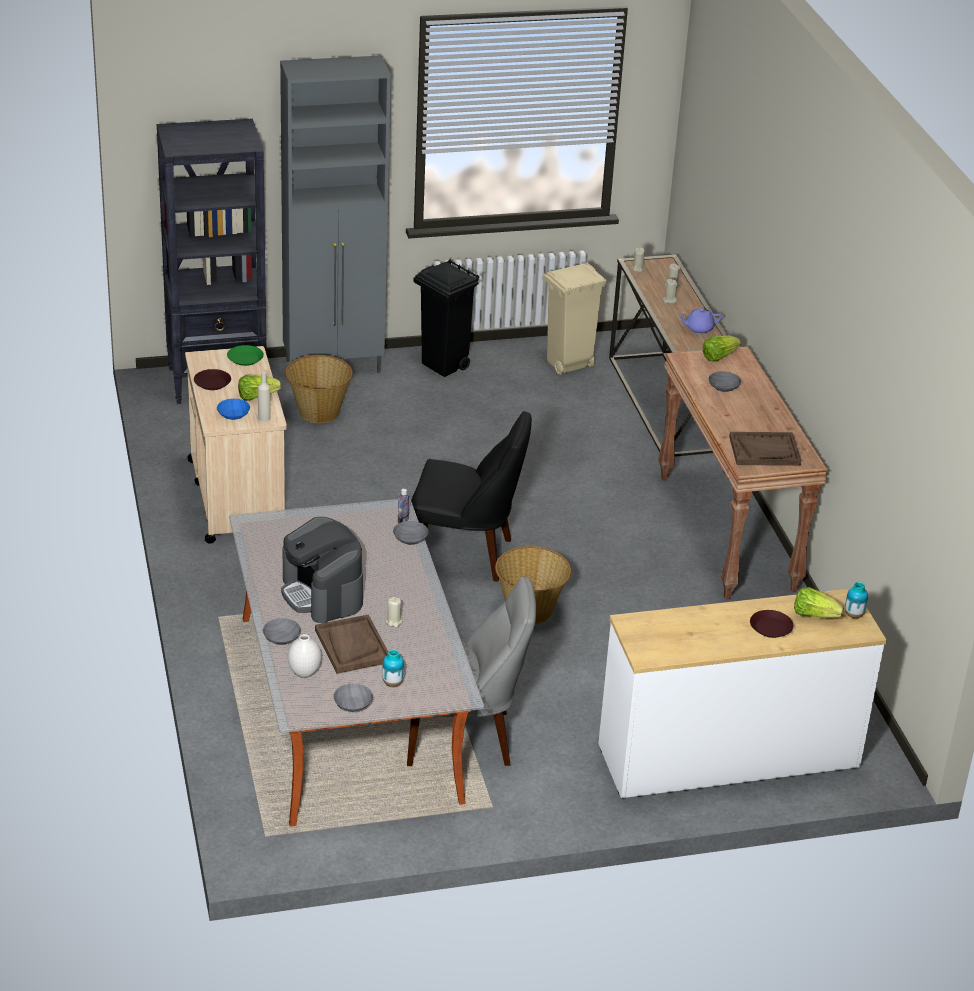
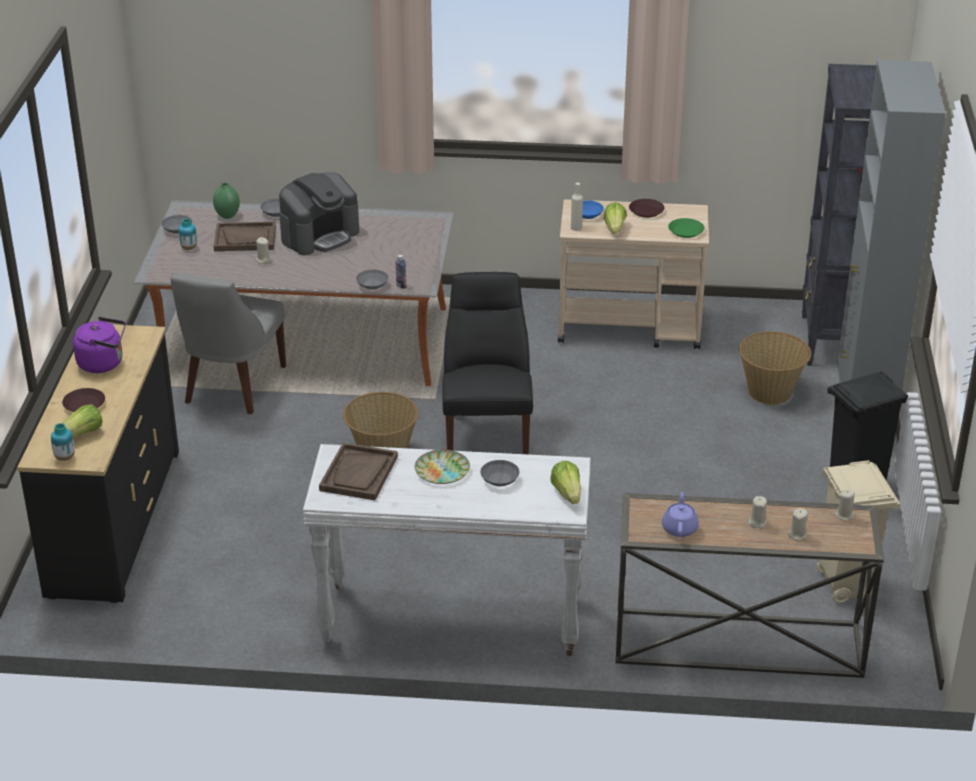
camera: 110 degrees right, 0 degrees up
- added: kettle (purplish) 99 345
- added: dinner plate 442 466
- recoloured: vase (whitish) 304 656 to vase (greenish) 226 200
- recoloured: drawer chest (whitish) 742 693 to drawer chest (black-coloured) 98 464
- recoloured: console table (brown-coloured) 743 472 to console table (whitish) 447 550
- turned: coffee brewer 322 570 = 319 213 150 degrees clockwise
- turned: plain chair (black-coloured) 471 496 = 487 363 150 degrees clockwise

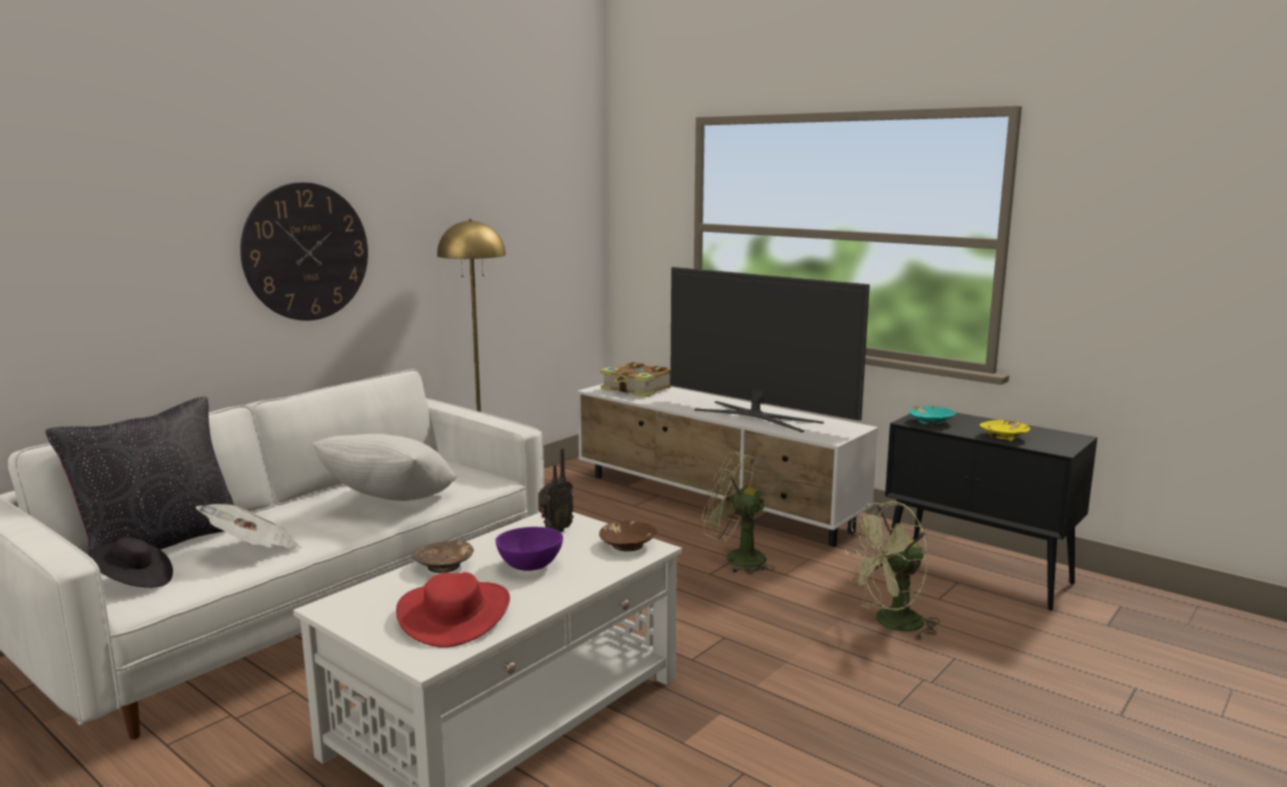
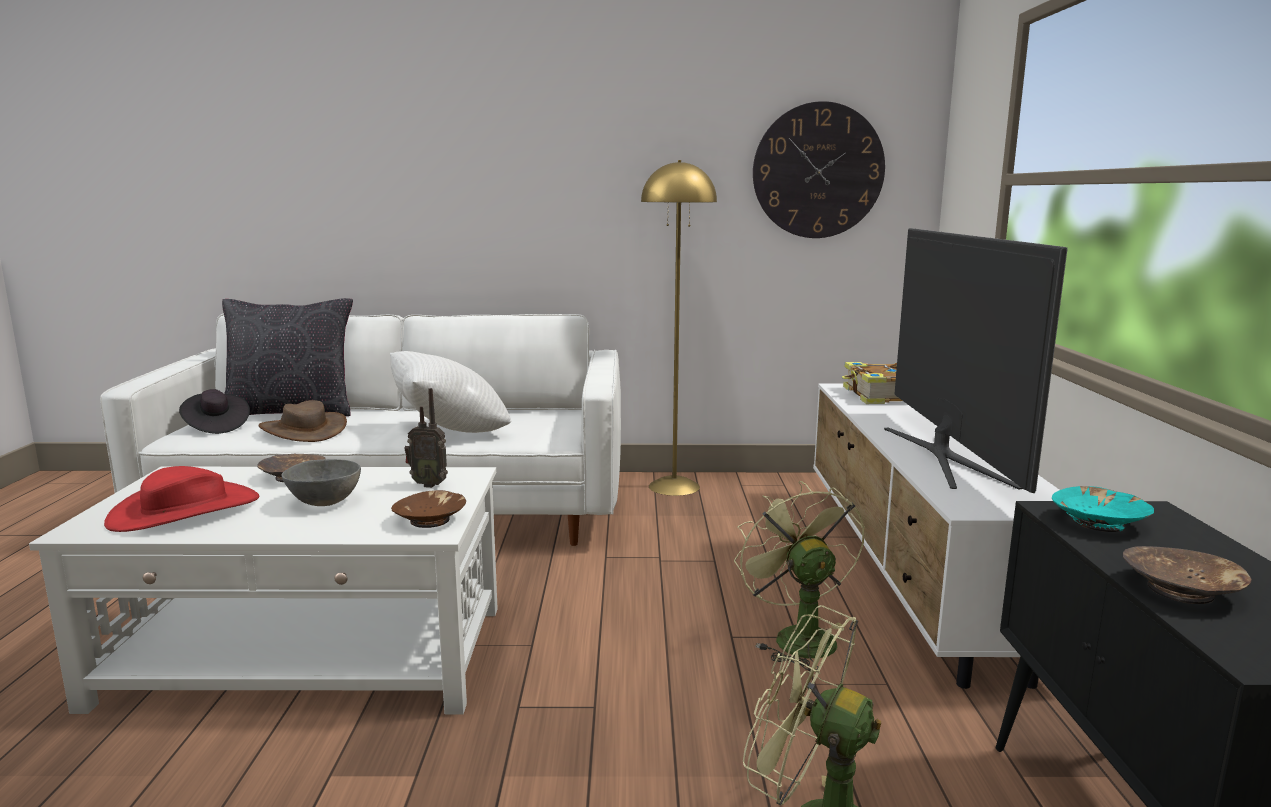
camera: 50 degrees right, 0 degrees up
- moved: clock on the wall 304 251 to 819 169
- replaced: daily paper 249 526 to clothing hat (brown-coloured) 303 421
- recoloured: deep dish (purplish) 529 549 to deep dish (grey) 321 482
- recoloured: deep dish (yellow-coloured) 1005 430 to deep dish (brown-coloured) 1187 575

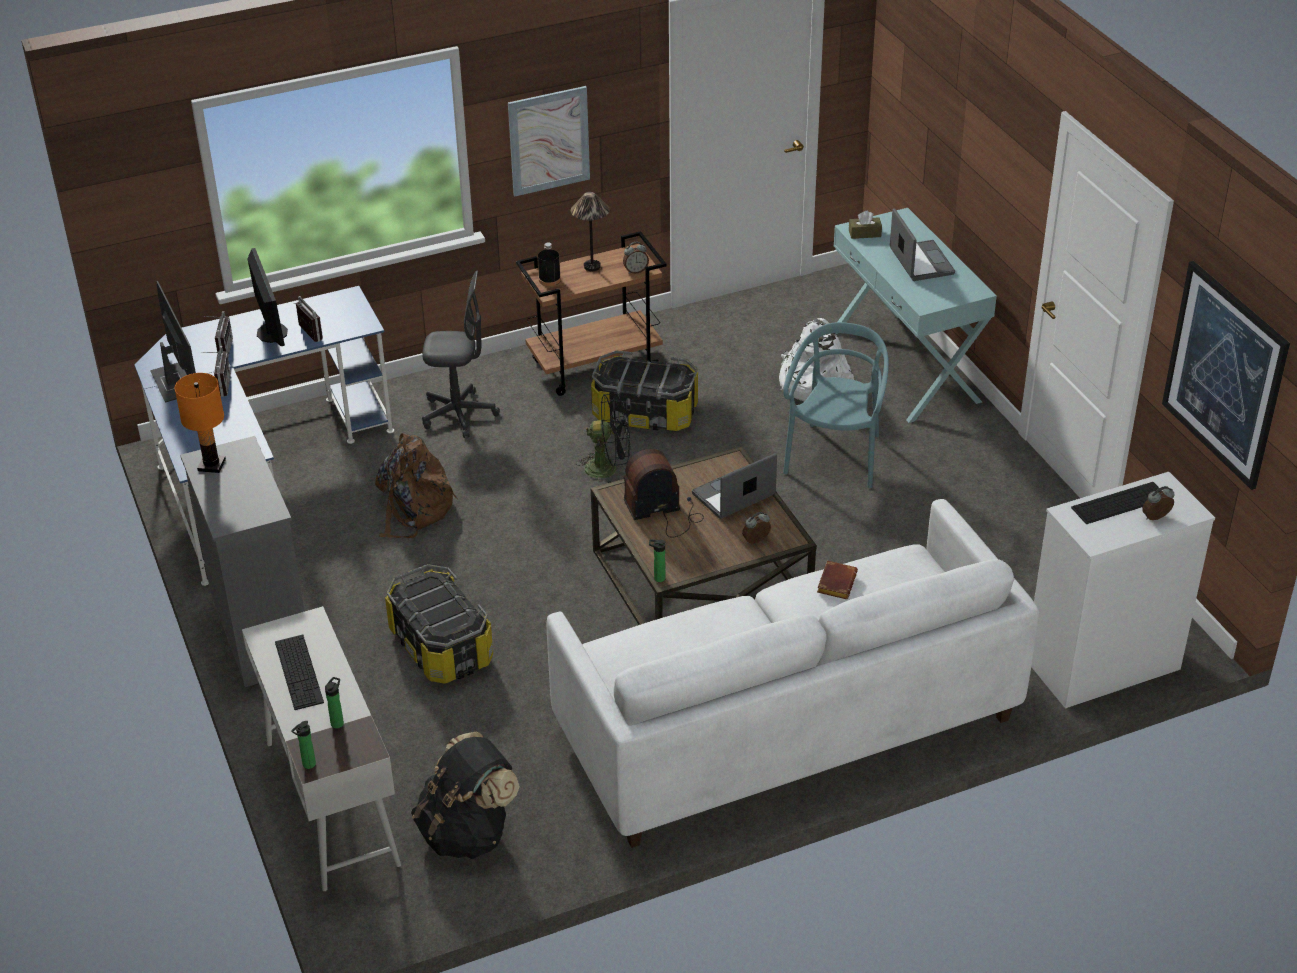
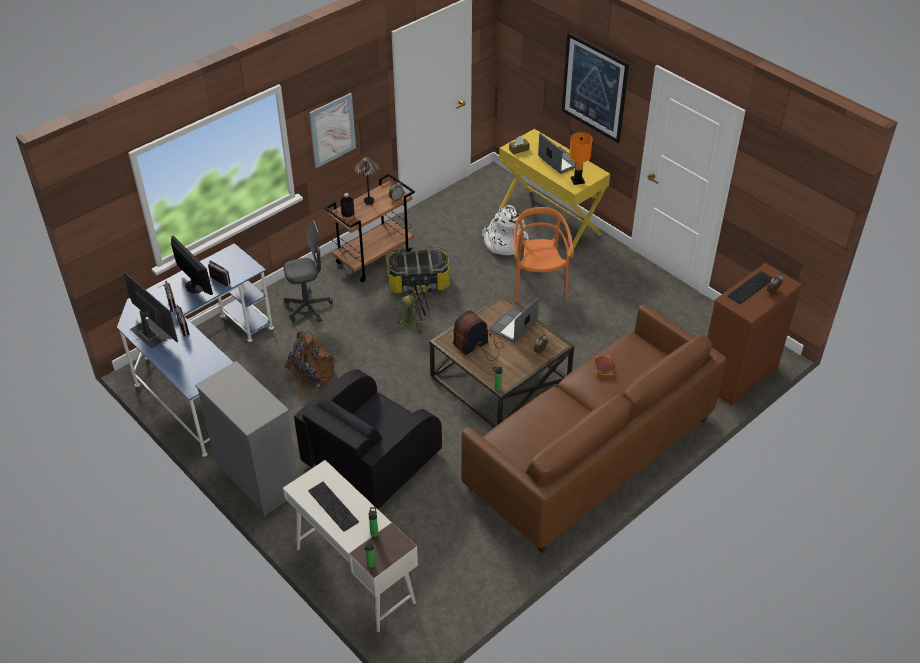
camera: 20 degrees left, 5 degrees up
- removed: knapsack (black-coloured) 465 795
- moved: table lamp (orange-coloured) 200 423 to 581 158
- moved: wall picture 1226 375 to 595 87
- replaced: storage container 439 624 to easy chair (black-coloured) 368 439
- recoloured: sofa (whitish) 792 673 to sofa (brown-coloured) 594 428
- recoloured: plain chair (turquoise) 836 405 to plain chair (orange-coloured) 544 254
- recoloured: console table (turquoise) 915 315 to console table (yellow-coloured) 554 192
- recoloured: drawer chest (whitish) 1123 590 to drawer chest (brown-coloured) 754 334

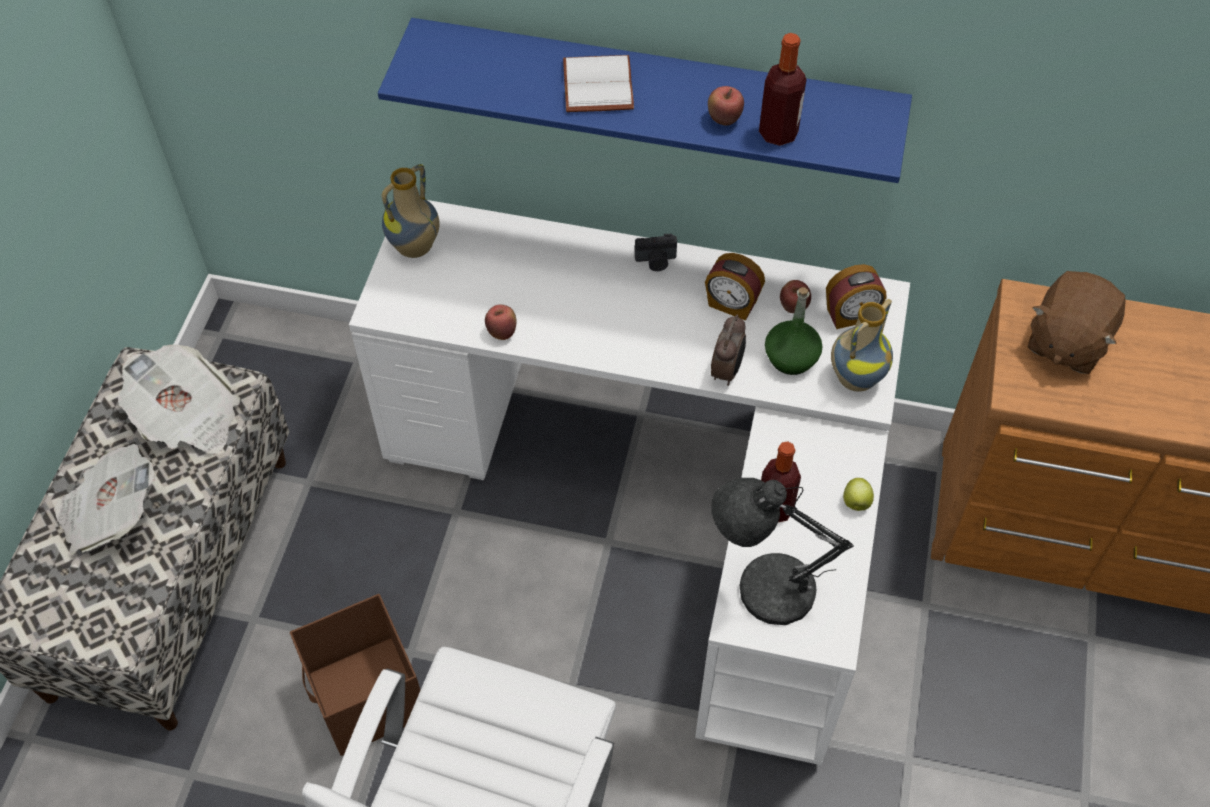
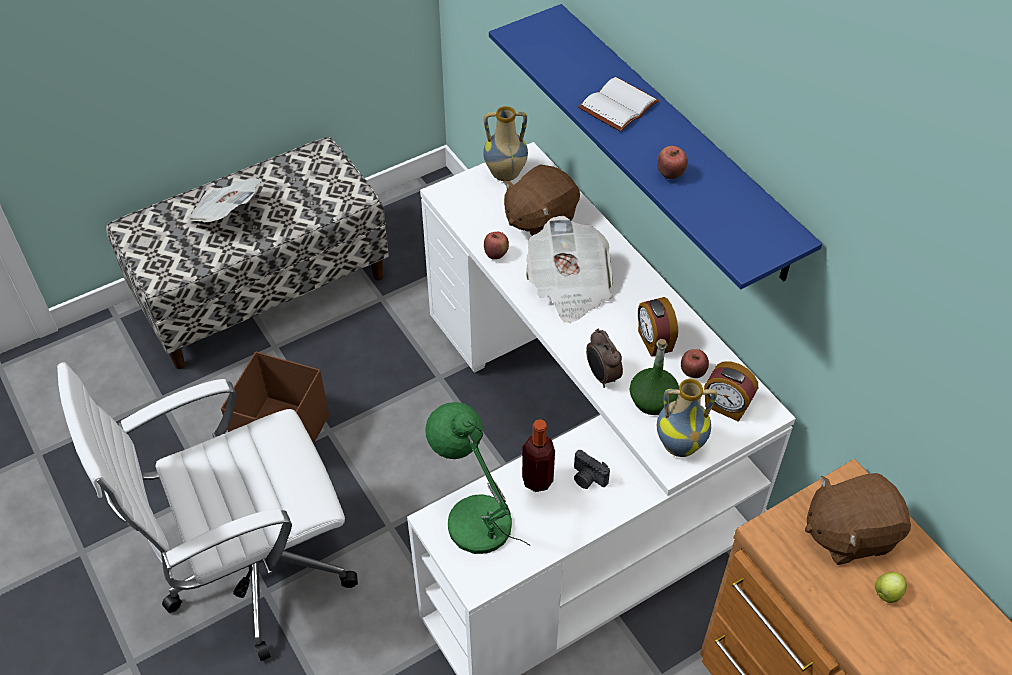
camera: 45 degrees right, 5 degrees down
- removed: drink bottle 783 89
- added: cuddly toy (brown-coloured) 541 200
- moved: daily paper 179 399 to 569 269
- moved: still camera 656 252 to 592 469
- moved: apple 858 494 to 891 587
- recoloured: table lamp (grey) 782 551 to table lamp (greenish) 478 478
- turned: alarm clock 728 350 = 604 358 90 degrees clockwise

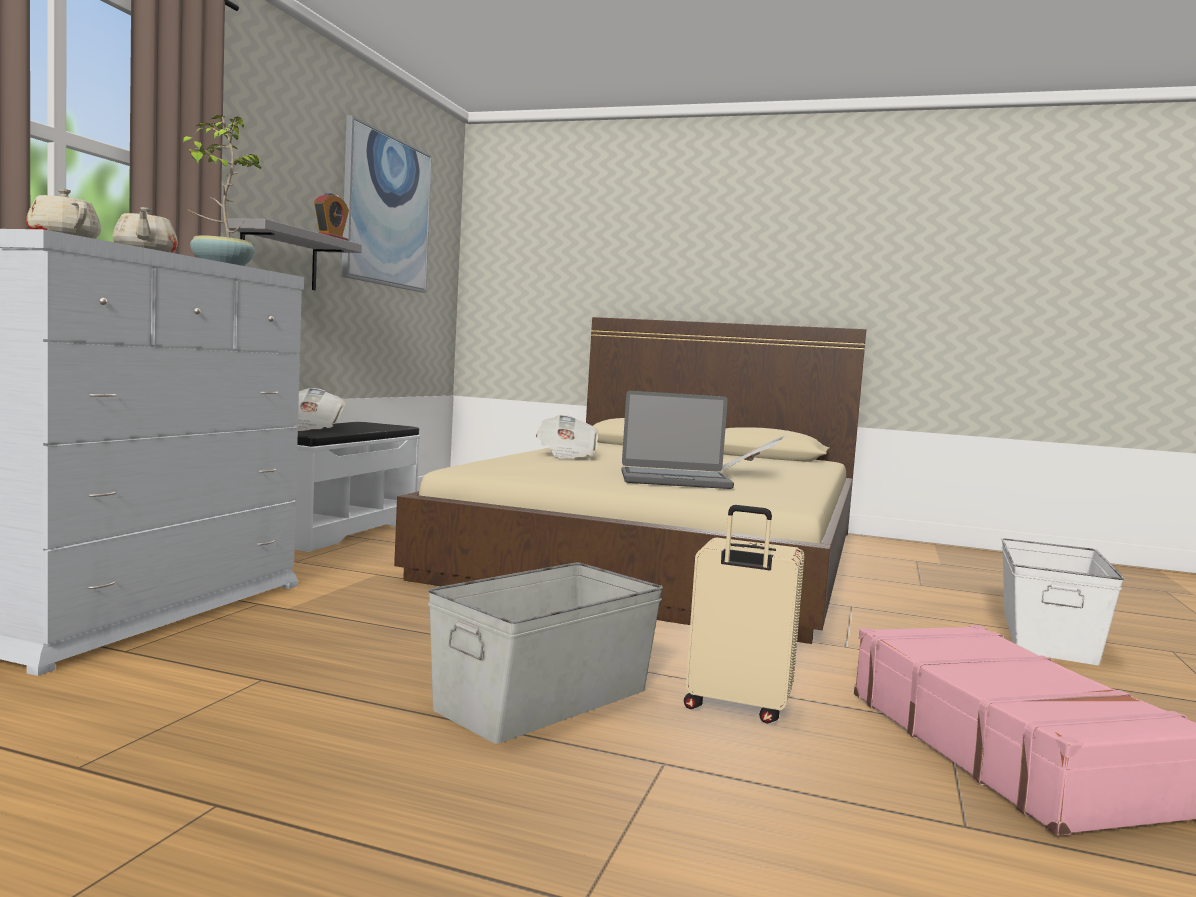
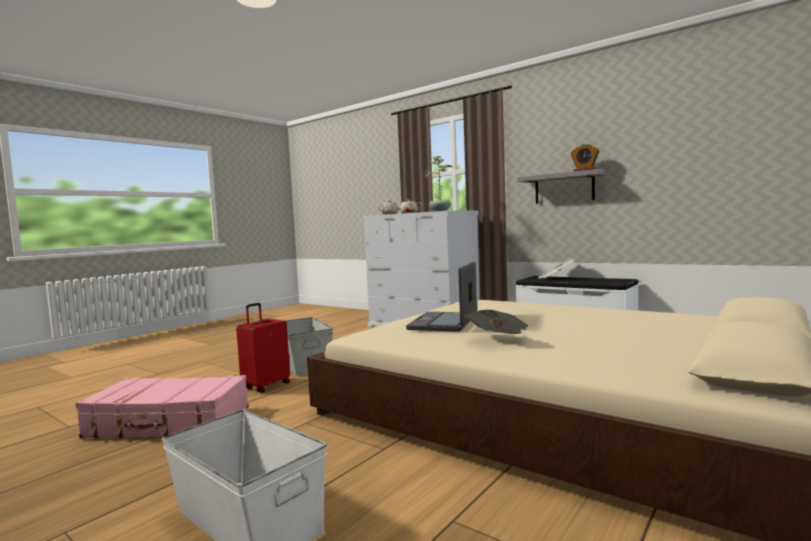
camera: 110 degrees right, 0 degrees up
- removed: wall picture 386 204
- removed: daily paper 567 437
- recoloured: travel case (beige) 744 614 to travel case (red-coloured) 263 348

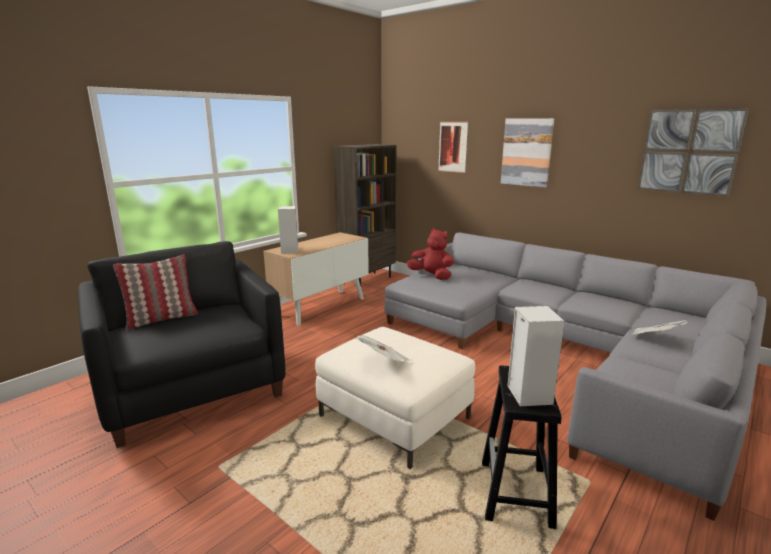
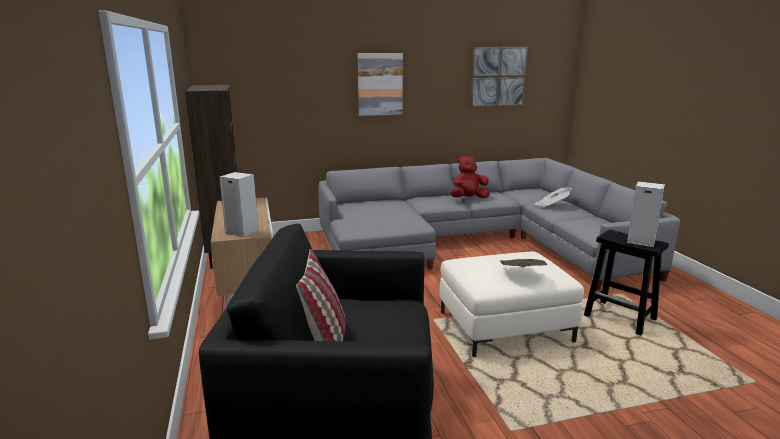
camera: 55 degrees left, 0 degrees up
- removed: wall picture 453 147
- moved: cuddly toy (red-coloured) 430 254 to 470 176

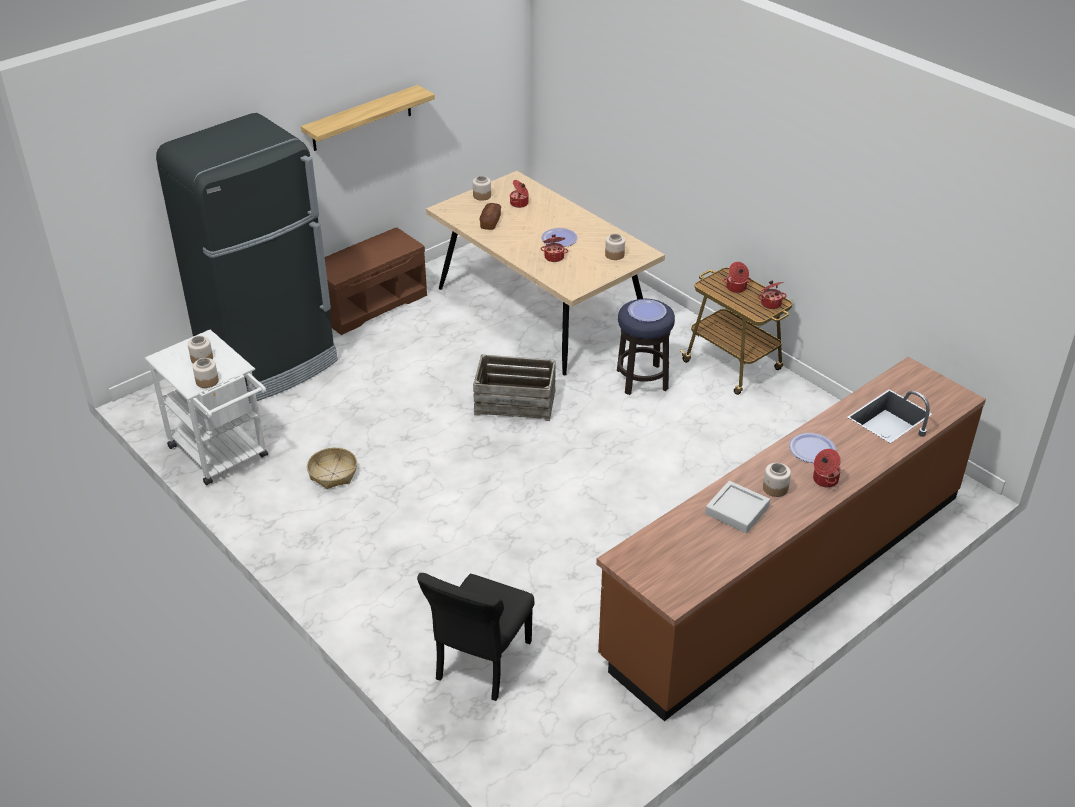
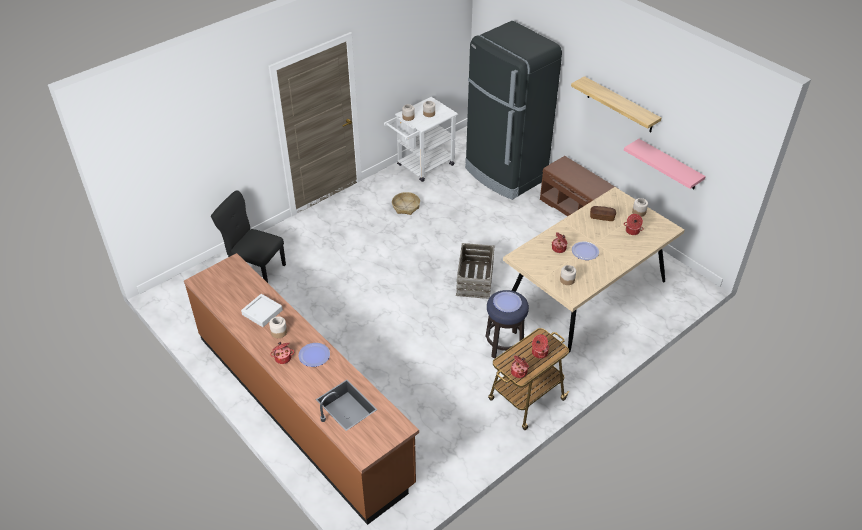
camera: 90 degrees right, 5 degrees up
- added: wall shelf (pinkish) 665 164

